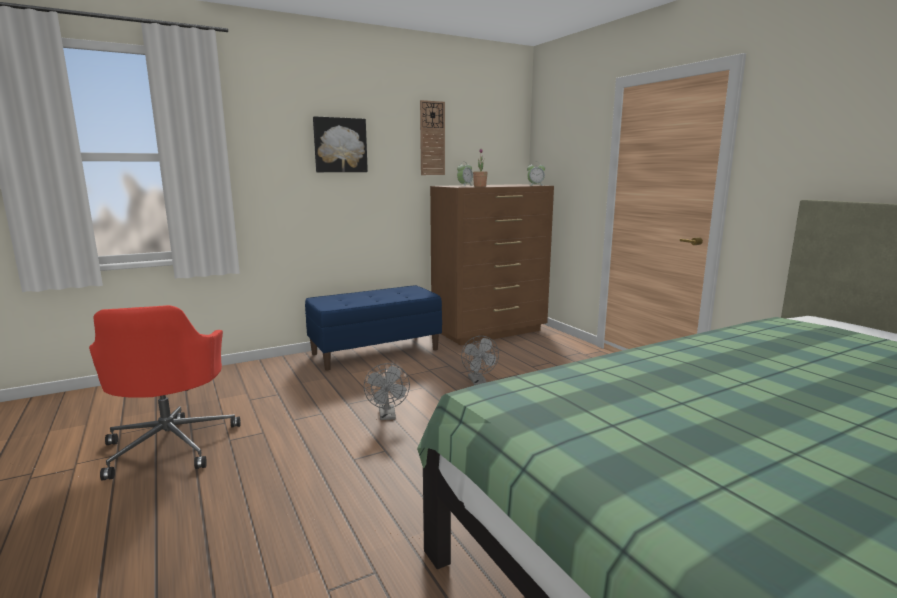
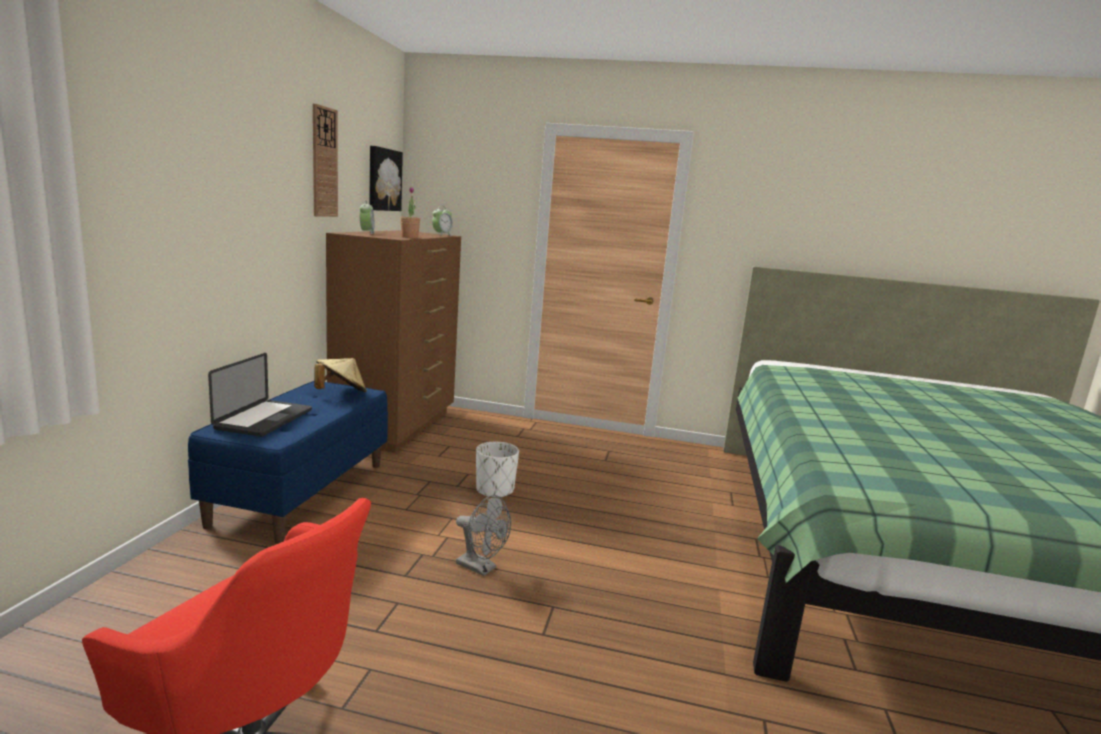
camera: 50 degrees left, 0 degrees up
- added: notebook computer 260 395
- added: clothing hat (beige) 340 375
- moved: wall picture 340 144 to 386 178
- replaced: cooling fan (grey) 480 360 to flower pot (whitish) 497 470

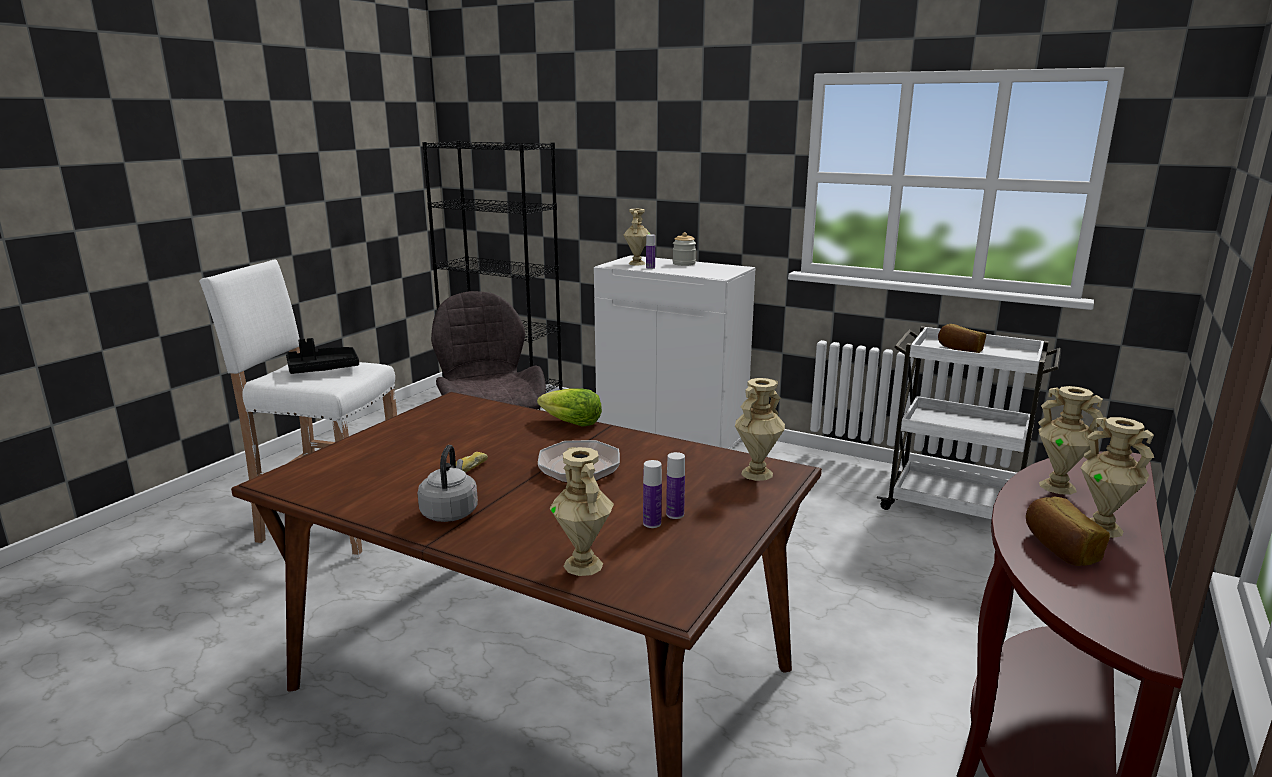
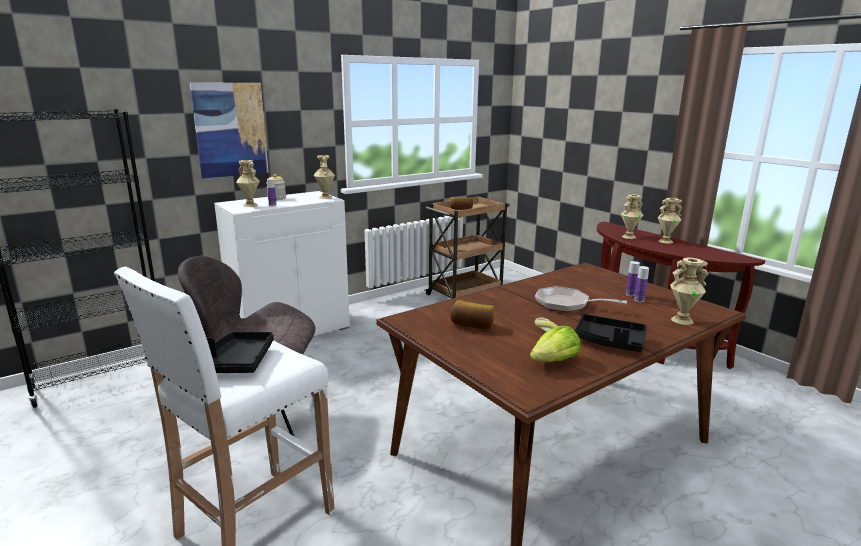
camera: 65 degrees left, 0 degrees up
- added: wall picture 229 130
- moved: head of lettuce 569 407 to 555 344
- moved: vase (beige) 760 429 to 324 177
- moved: bread 1068 531 to 472 314
- replaced: kettle (grey) 447 483 to carrying tray (black-coloured) 611 333
- recoloured: cart (whitish) 969 422 to cart (brown-coloured) 467 247

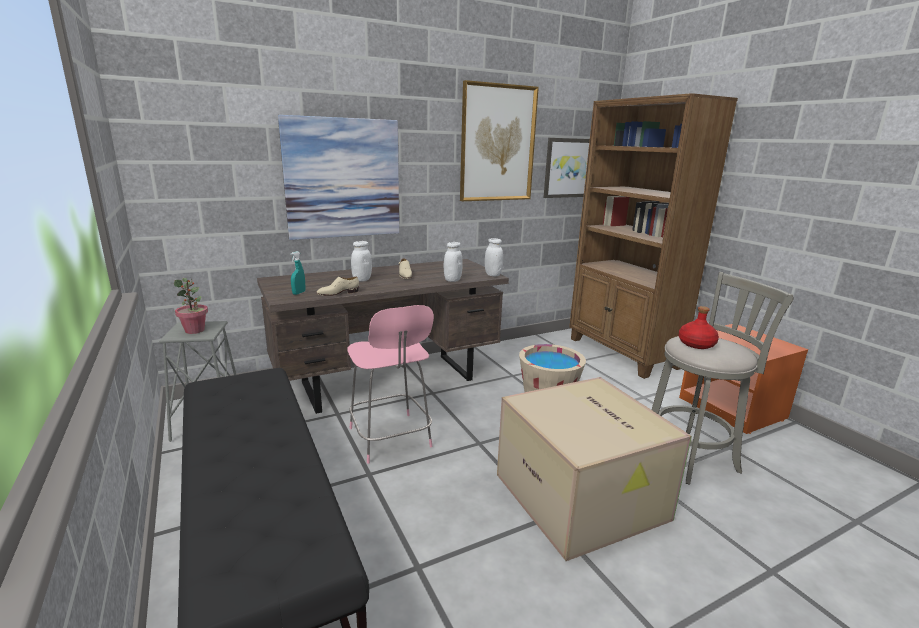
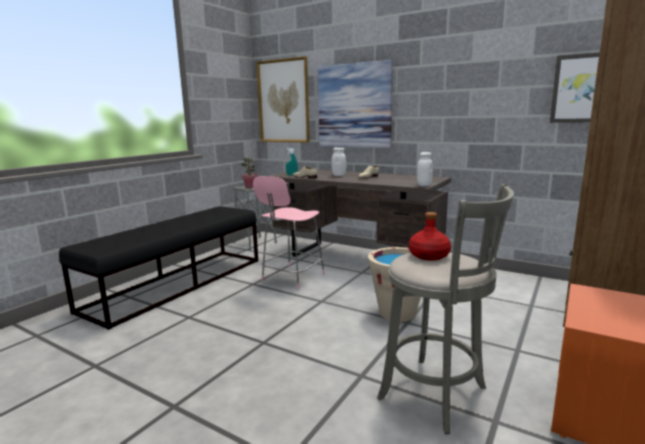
camera: 60 degrees right, 5 degrees down
- removed: storage jar (whitish) 453 262
- removed: cardboard box 594 469
- moved: wall picture 499 140 to 283 99

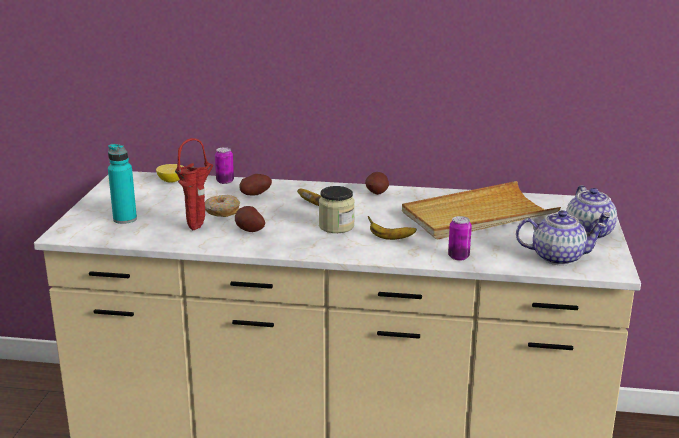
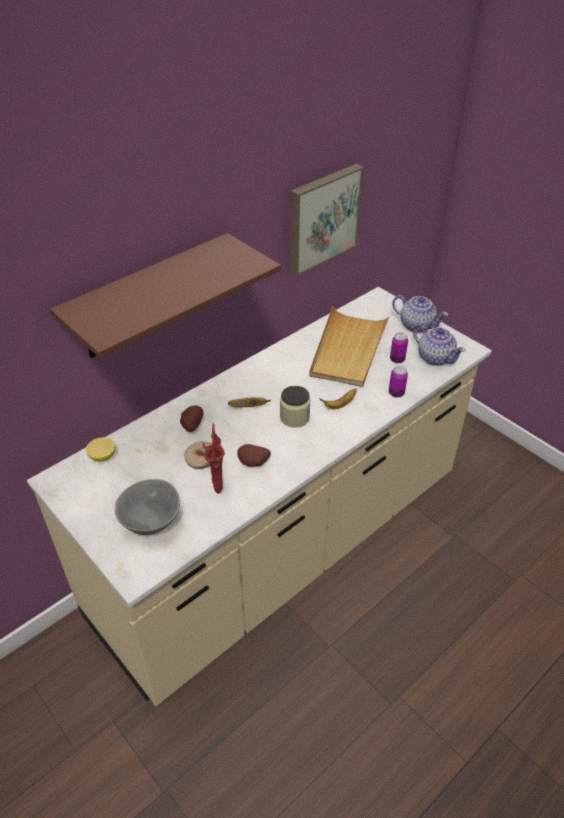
camera: 50 degrees left, 20 degrees up
- removed: potato 377 183
- added: wall shelf (brown-coloured) 165 295
- added: wall picture 327 220
- moved: can 224 165 to 399 348
- replaced: drink bottle (turquoise) 122 184 to deep dish (grey) 147 507
- turned: teapot 561 237 = 439 345 90 degrees clockwise

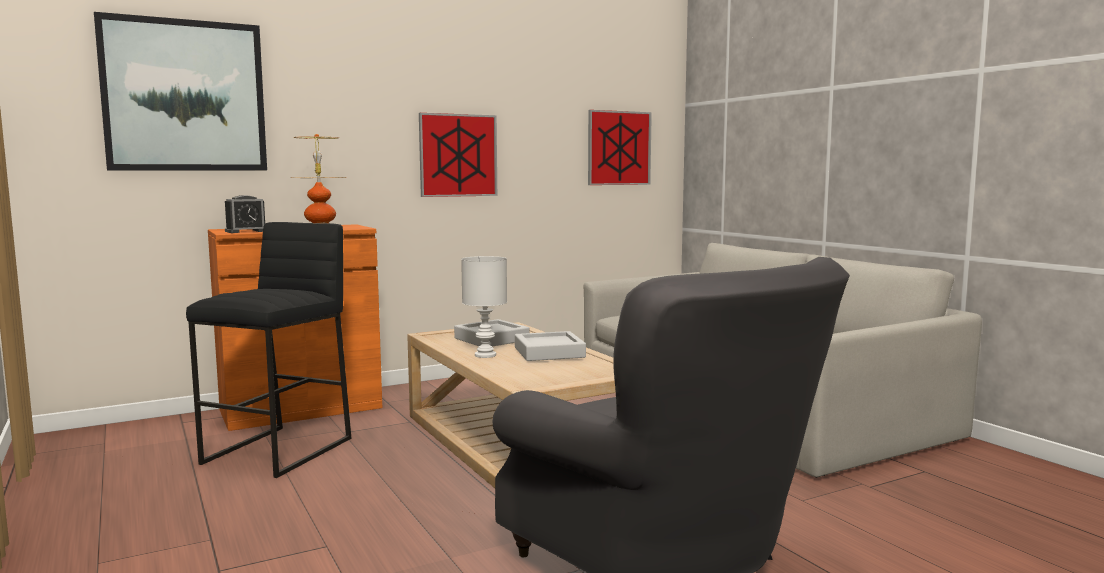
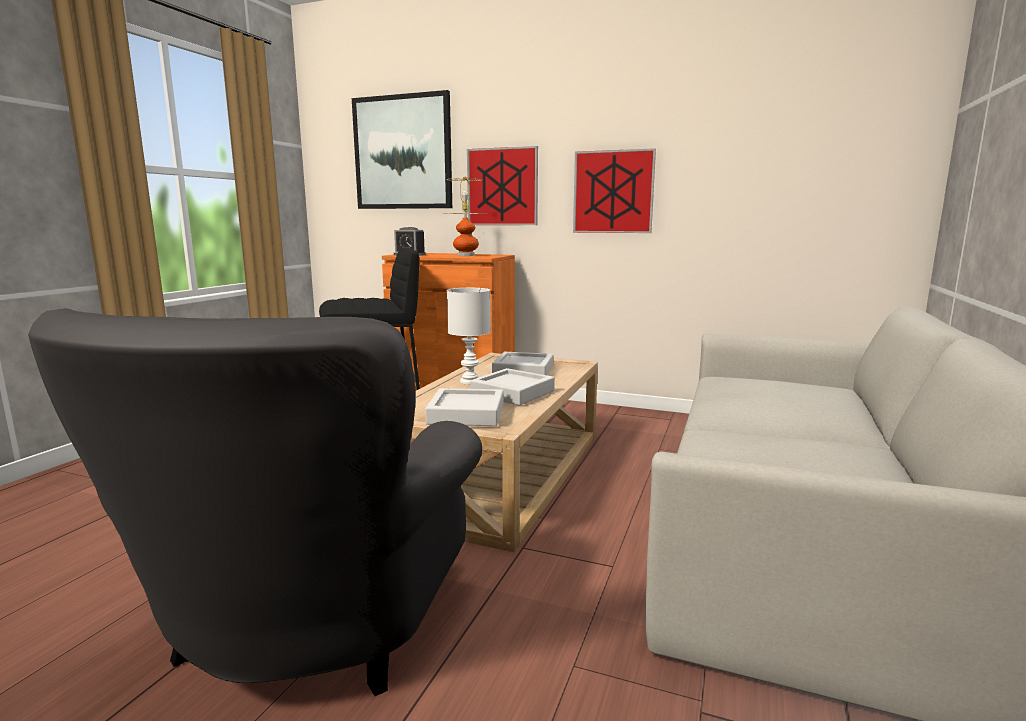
camera: 50 degrees right, 5 degrees up
- added: carrying tray (grey) 464 407
- moved: wall picture 620 147 to 502 185

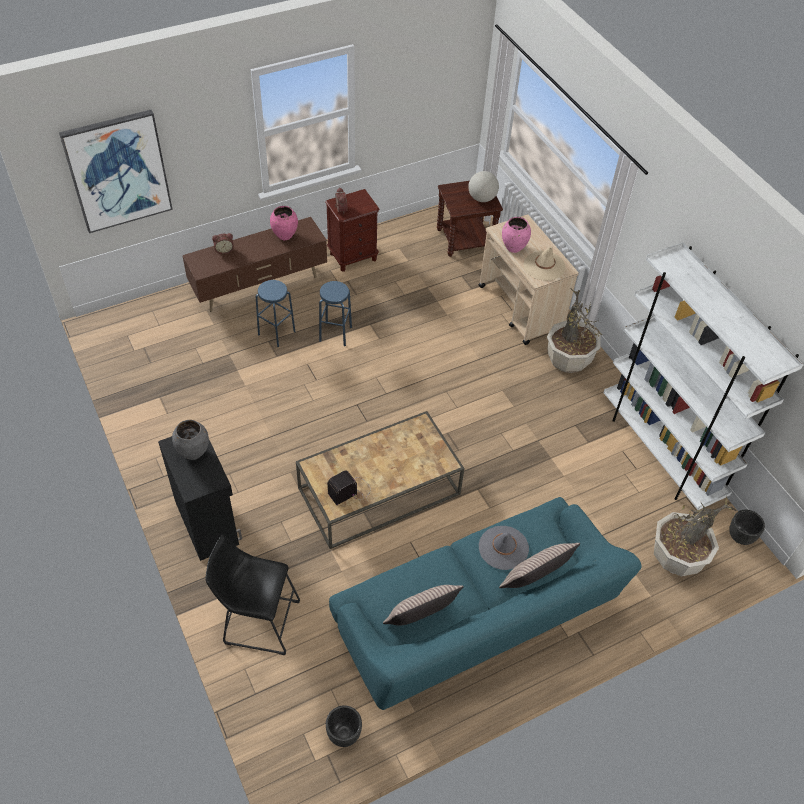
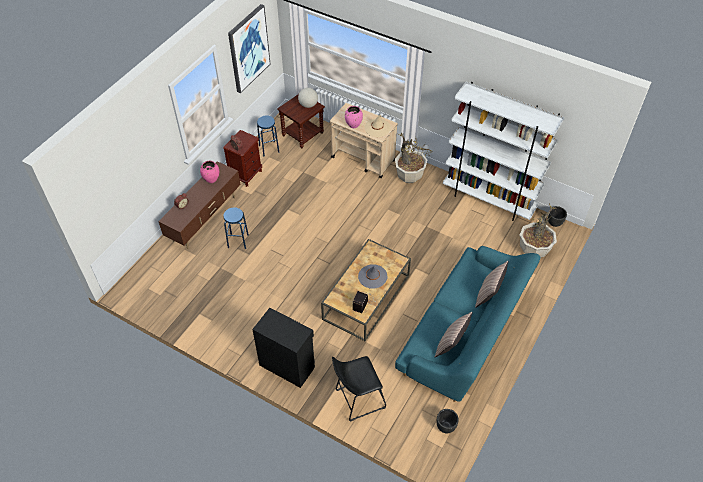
camera: 30 degrees left, 0 degrees up
- removed: vase (grey) 190 440
- moved: wall picture 116 171 to 249 48
- moved: sitting stool (blue-coloured) 335 313 to 268 136
- moved: clothing hat (grey) 504 548 to 372 276

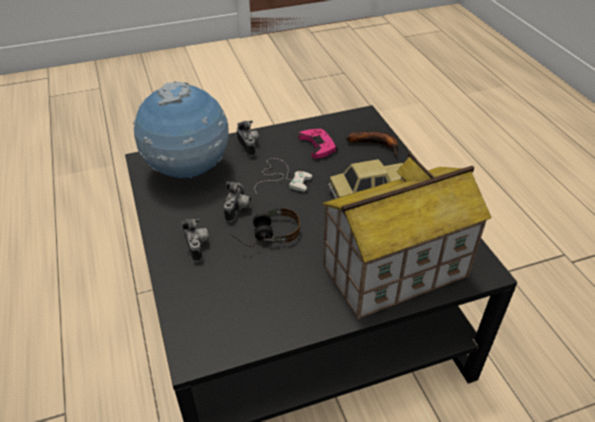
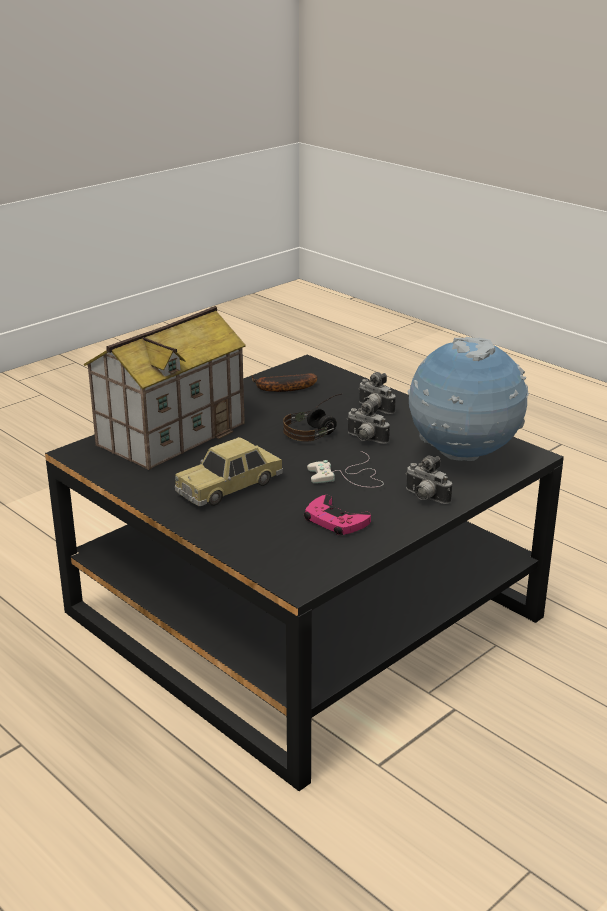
camera: 155 degrees right, 15 degrees down
- moved: whole banana 372 143 to 285 382
- turned: still camera 237 201 = 368 422 45 degrees counterclockwise

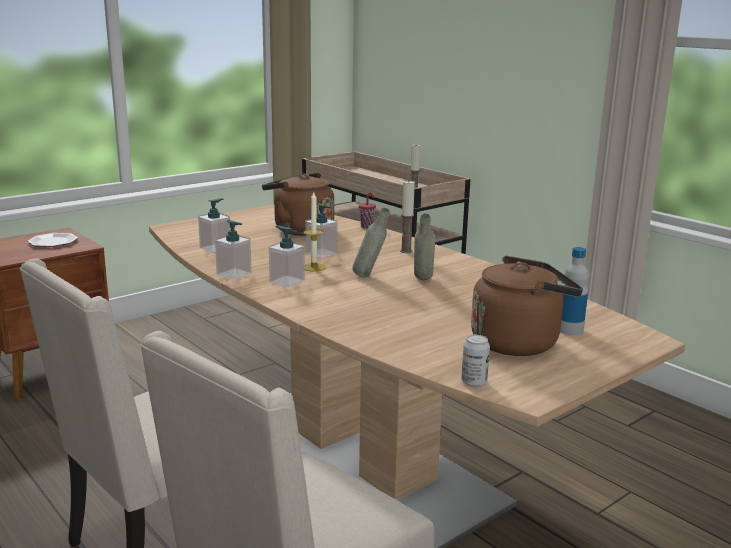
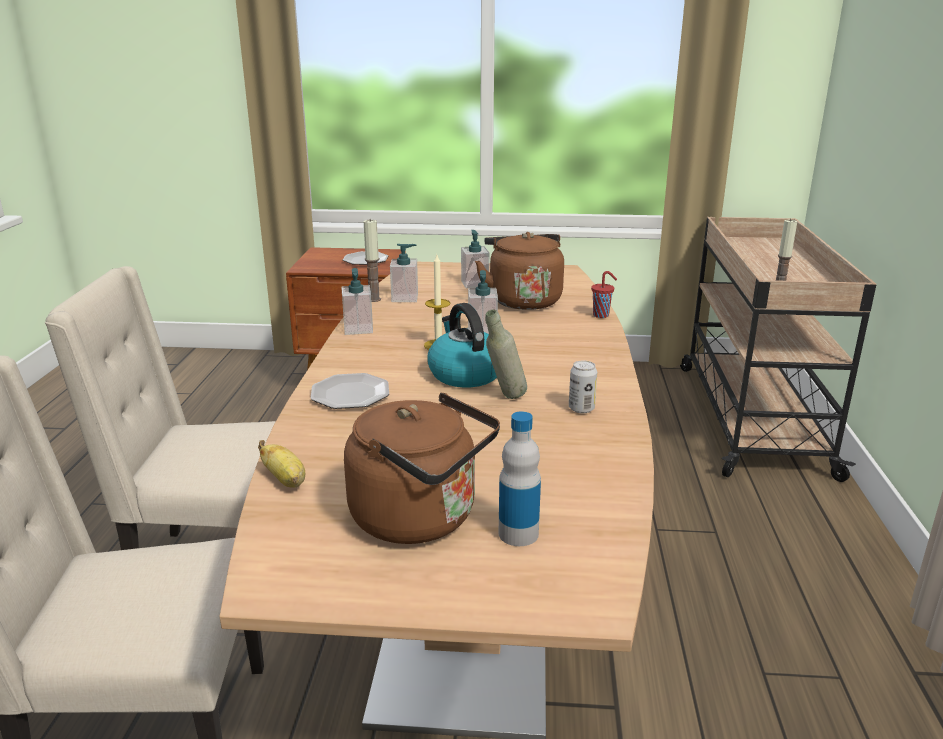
camera: 45 degrees right, 5 degrees up
- added: whole banana 281 464
- added: dinner plate 350 391
- moved: soap bottle 287 256 to 475 259
- moved: wax light 407 217 to 372 260
- moved: can 475 361 to 583 386
- replaced: drink bottle (grey) 371 242 to kettle 462 345

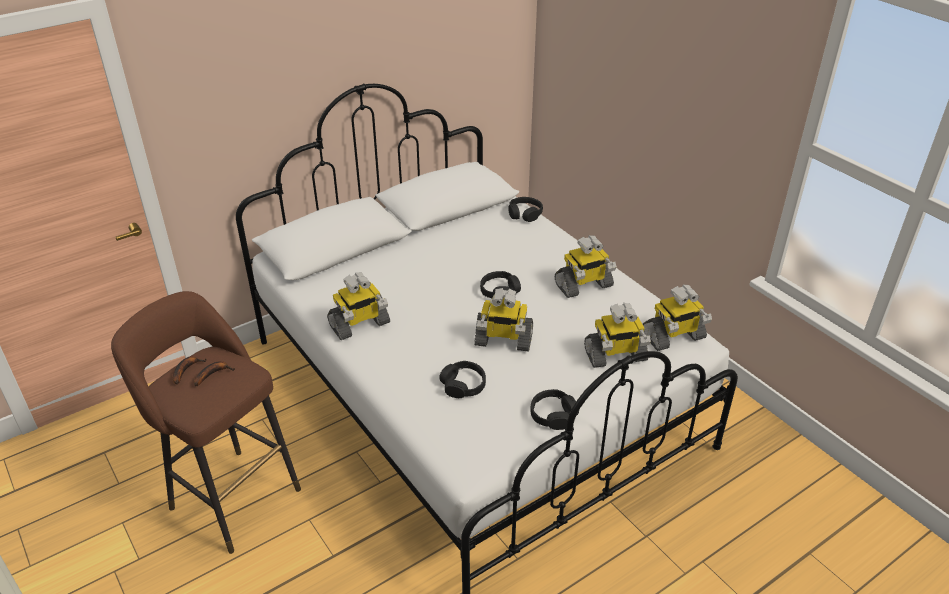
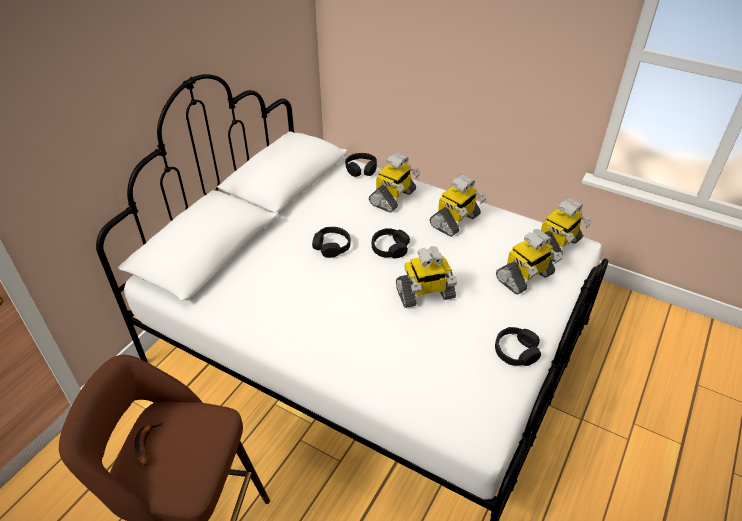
camera: 25 degrees left, 5 degrees up
- removed: whole banana 214 373
- moved: model robot 358 306 to 395 182
- moved: pair of headphones (black-coloured) 462 379 to 331 242

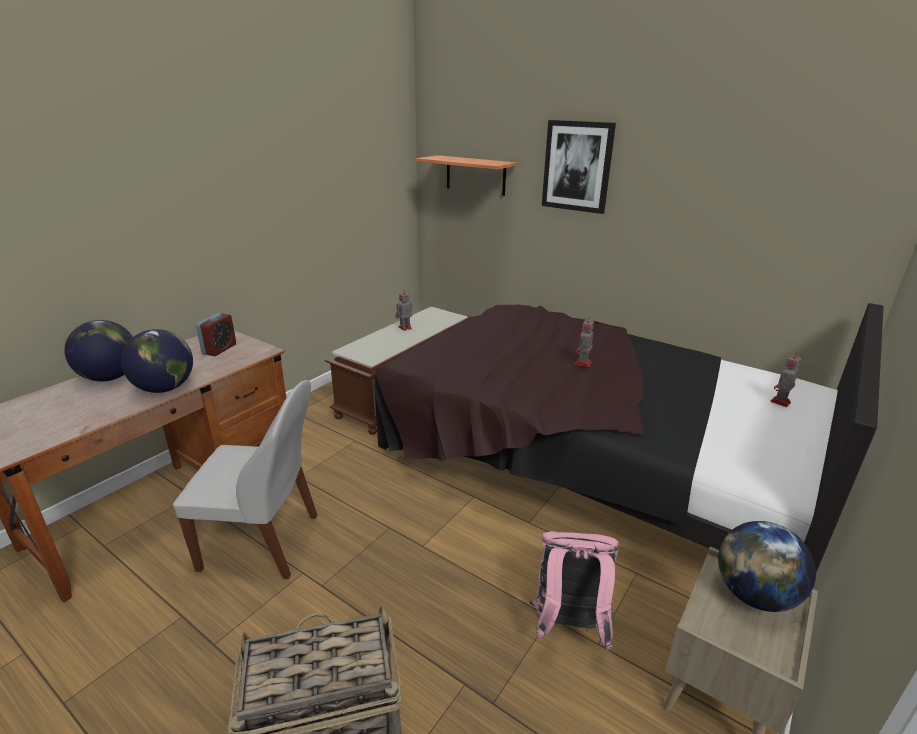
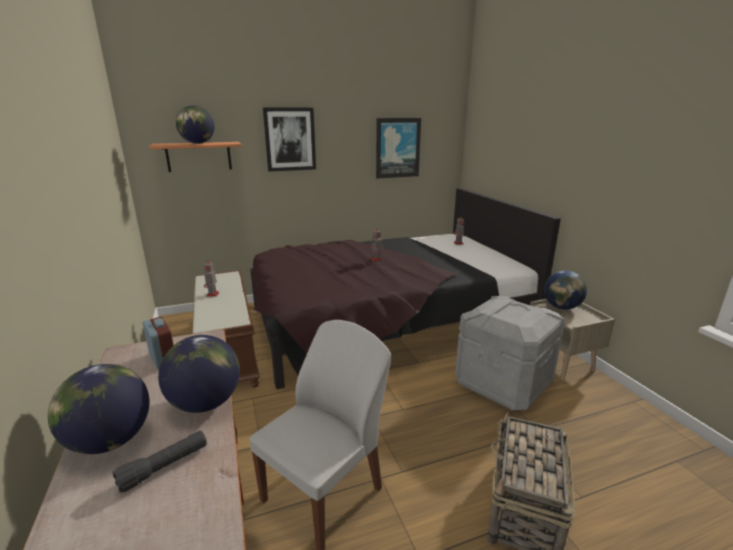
camera: 55 degrees left, 5 degrees down
- added: flashlight (black-coloured) 159 462
- added: desk globe 195 124
- added: wall picture 398 148
- replaced: knapsack (pinkish) 574 590 to storage container (grey) 510 353

